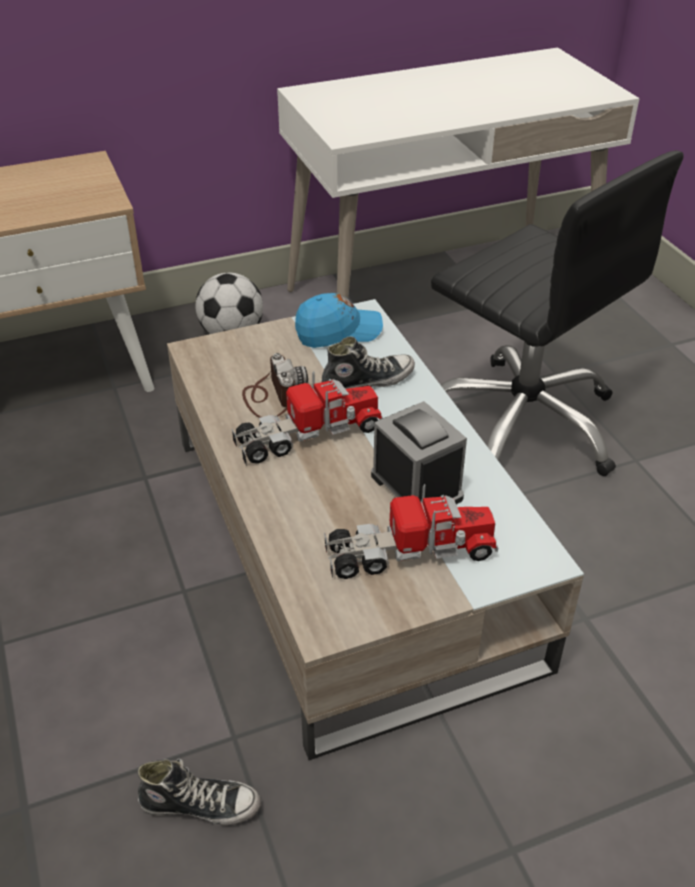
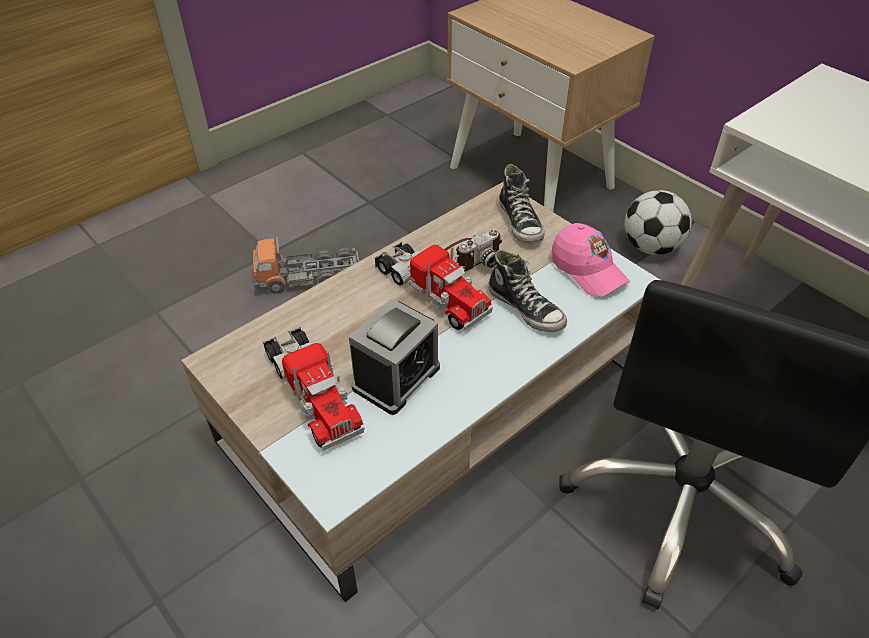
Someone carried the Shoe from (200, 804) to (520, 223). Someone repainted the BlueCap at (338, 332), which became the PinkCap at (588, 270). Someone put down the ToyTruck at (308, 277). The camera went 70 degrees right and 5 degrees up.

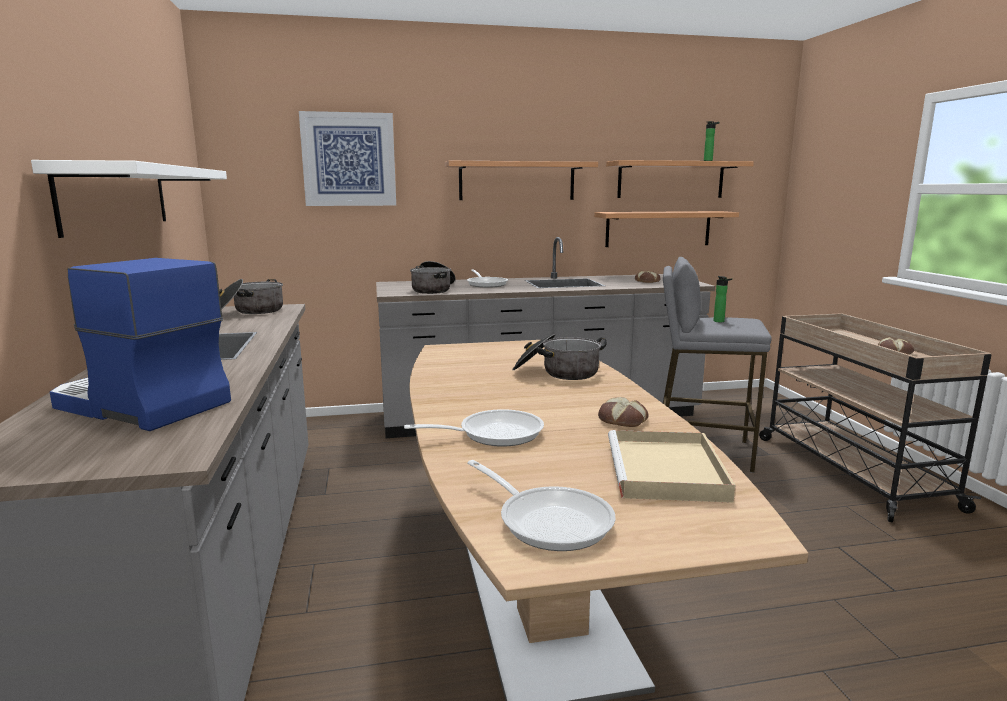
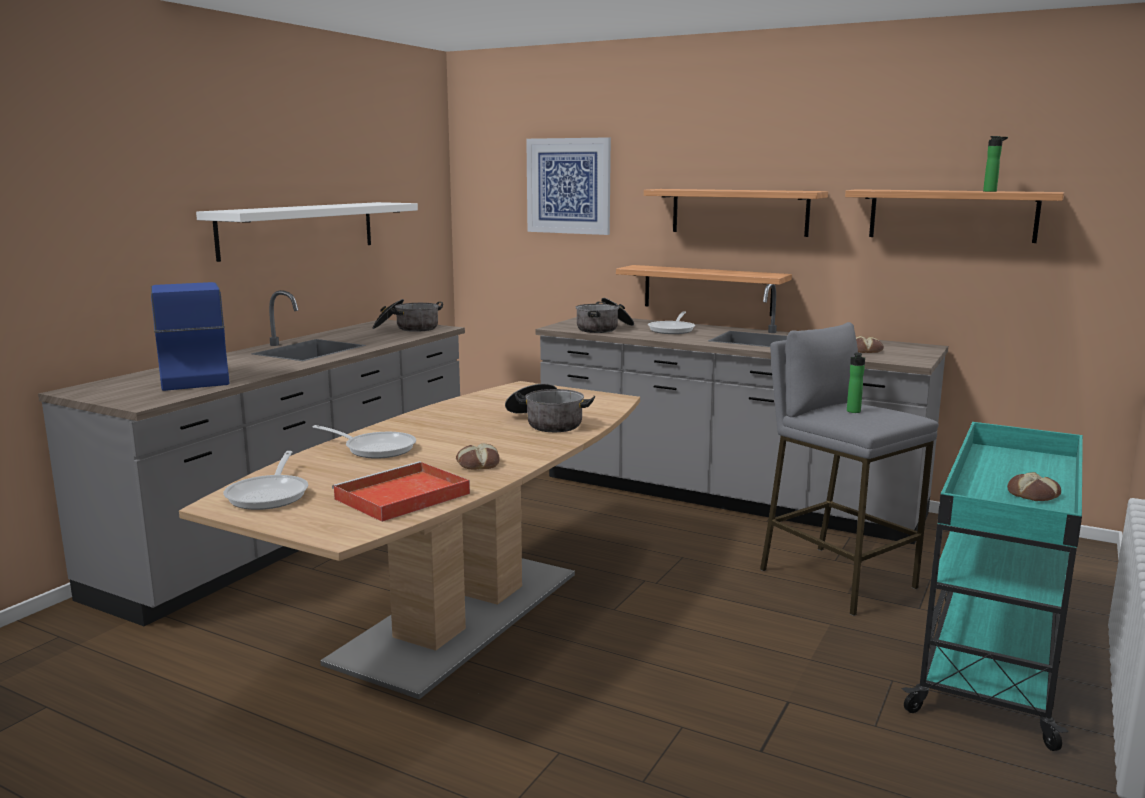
Someone carried the Shelf from (658, 229) to (708, 290). Someone repainted the BeigeTray at (667, 472), which became the RedTray at (400, 497). Someone repainted the BeigeCart at (850, 470), which became the TurquoiseCart at (992, 658). The camera went 40 degrees right and 0 degrees up.

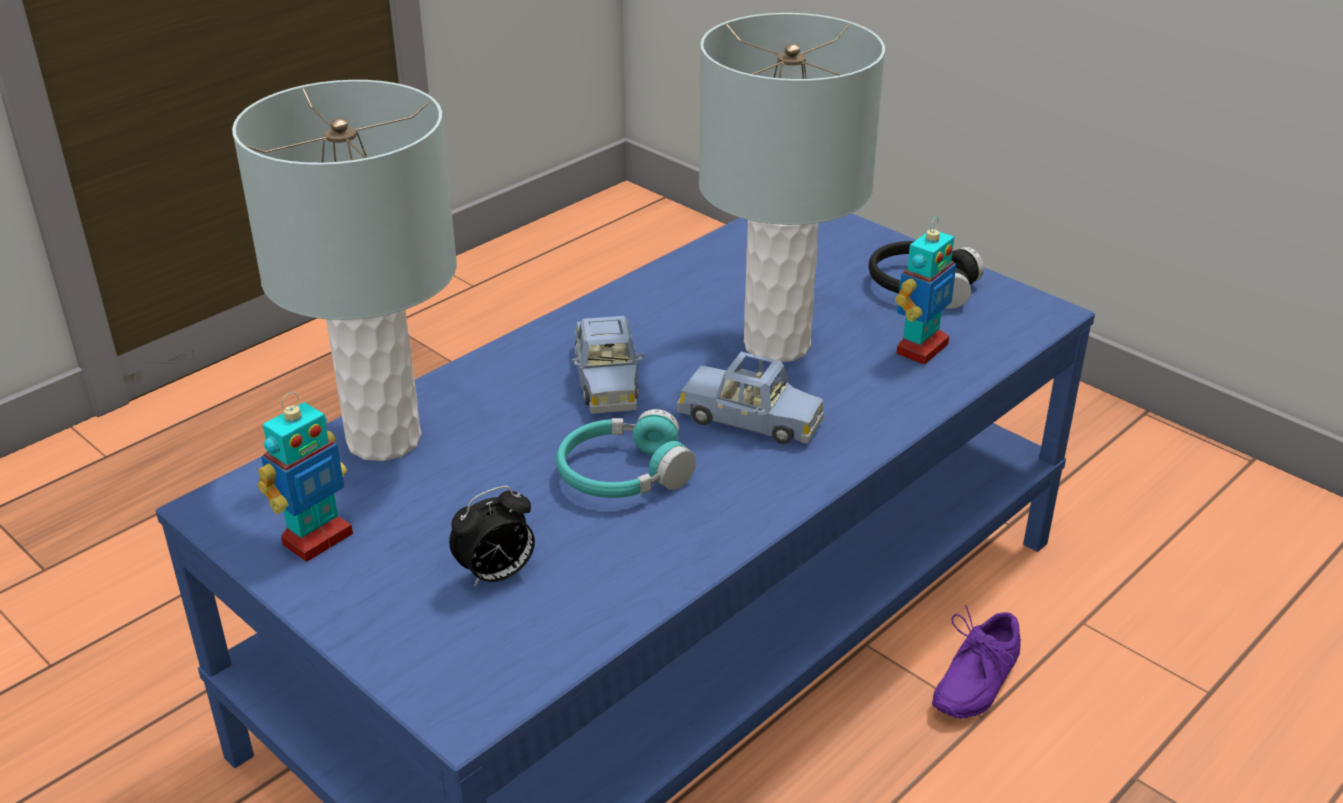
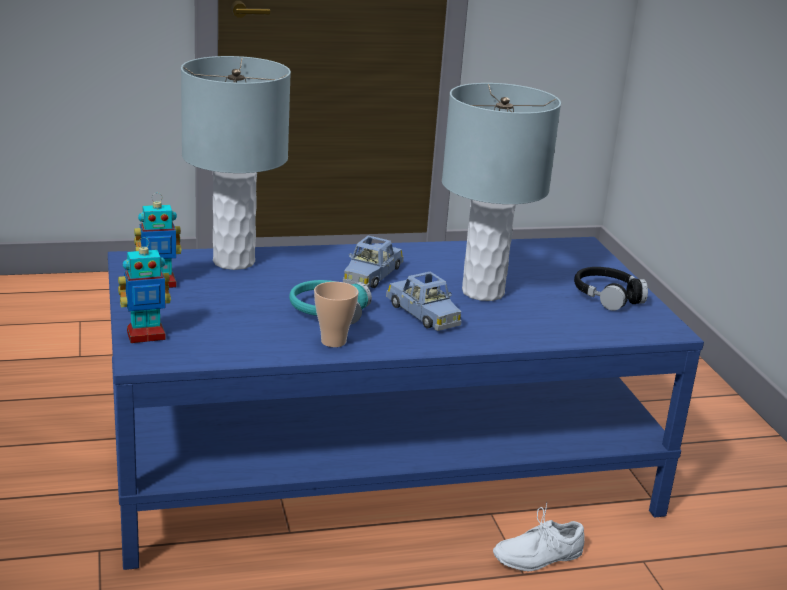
Someone took away the AlarmClock at (496, 575). Someone carried the ToyRobot from (920, 348) to (146, 336). Someone repainted the PurpleShoe at (971, 680), which became the WhiteShoe at (536, 555). Someone put down the Cup at (333, 341). The camera went 30 degrees right and 10 degrees down.

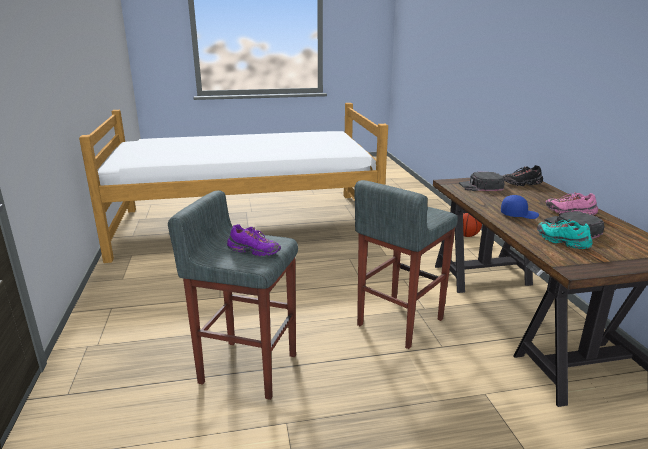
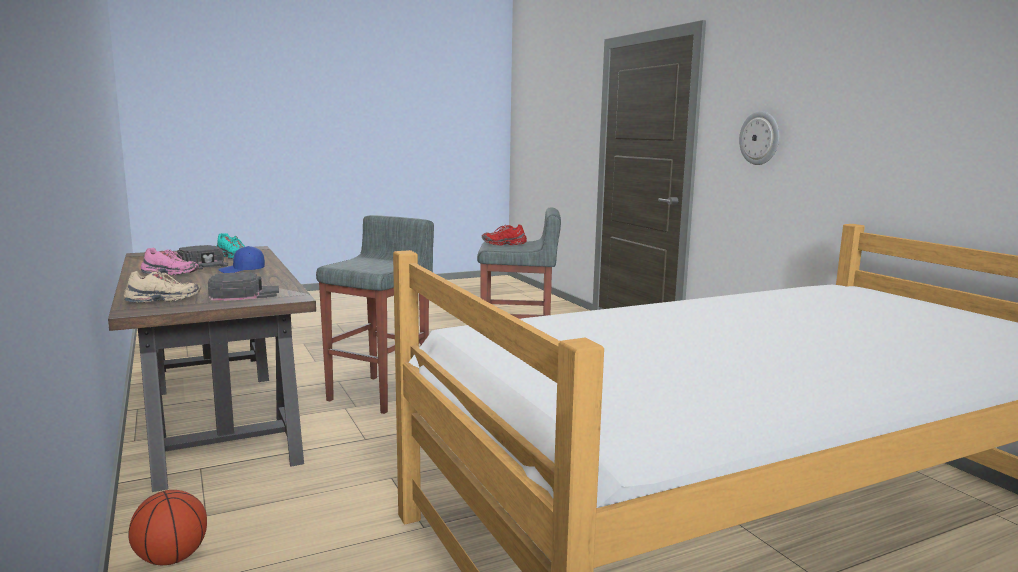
Someone repainted the PurpleShoe at (254, 251), which became the RedShoe at (504, 244). Someone repainted the BlackShoe at (522, 183), which became the BeigeShoe at (163, 300). Someone put up the WallClock at (760, 138). The camera went 165 degrees right and 10 degrees down.

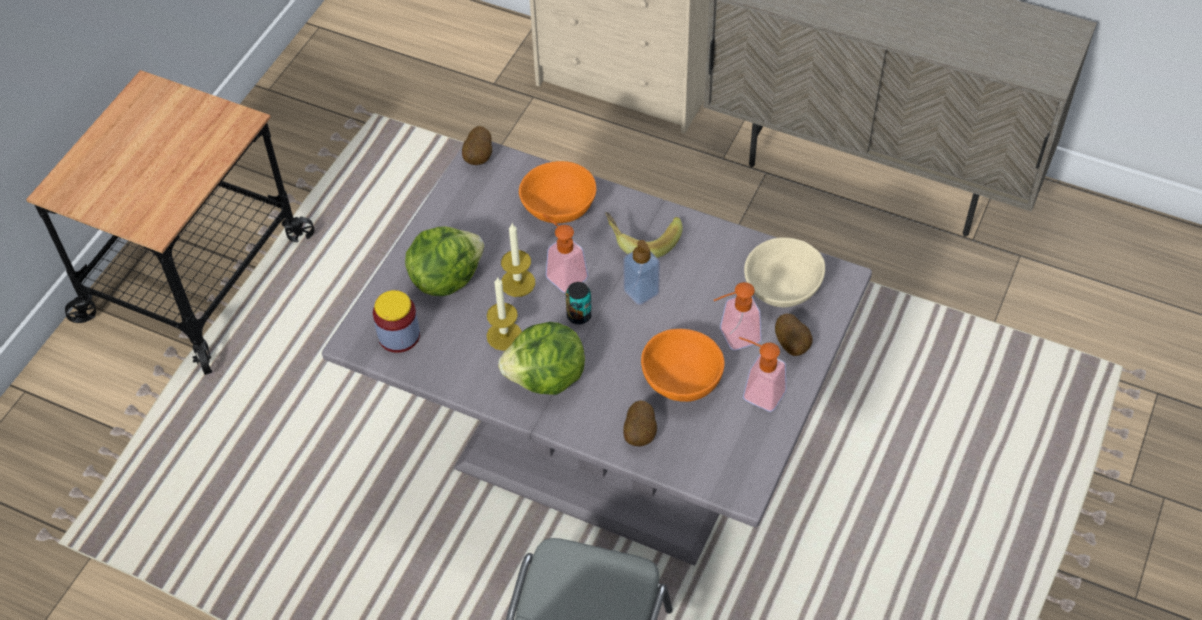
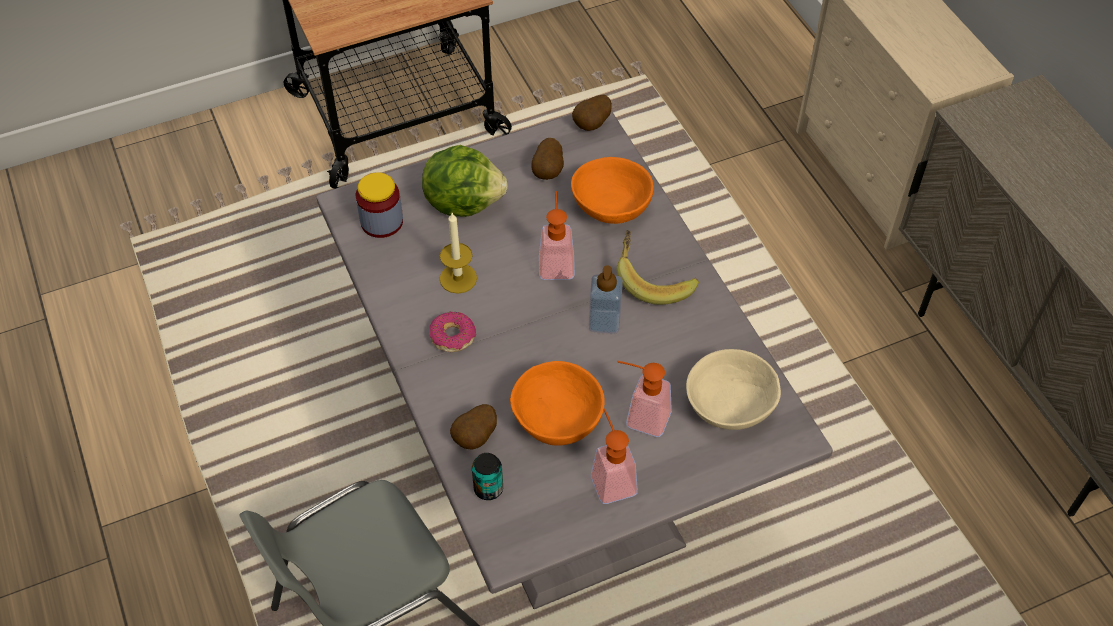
Someone swapped the Lettuce at (546, 379) for the Donut at (452, 336). Someone took away the Candle at (518, 283). Someone carried the Can from (579, 315) to (488, 488). Someone carried the Potato from (793, 345) to (548, 171). The camera went 40 degrees right and 0 degrees up.

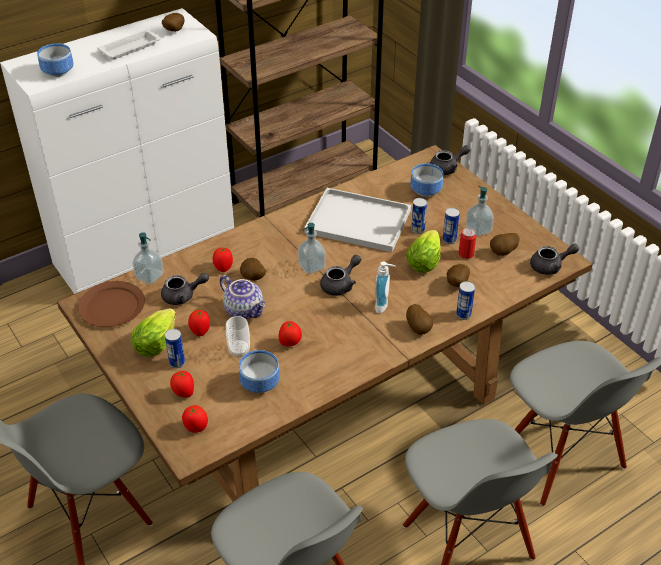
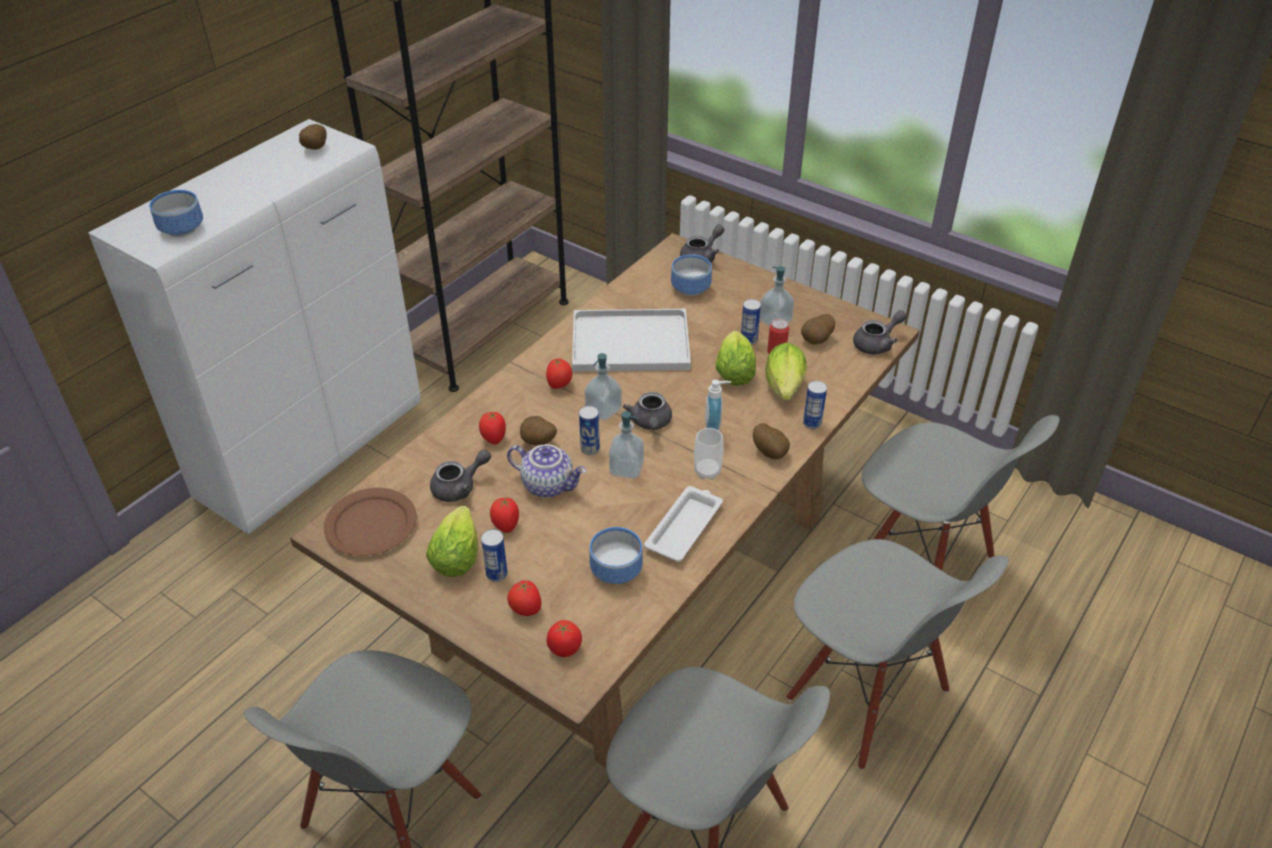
Someone carried the WhiteTray from (131, 48) to (685, 527). Someone carried the SoapDispenser from (149, 276) to (626, 469). Someone carried the Cup from (239, 350) to (707, 471). Someone carried the Tomato from (290, 343) to (559, 385). Someone rotated the GreyTeapot at (340, 285) by 150 degrees clockwise. Someone carried the Can from (417, 230) to (590, 449). Someone swapped the Potato at (456, 284) for the Lettuce at (784, 390). The camera went 20 degrees left and 0 degrees up.

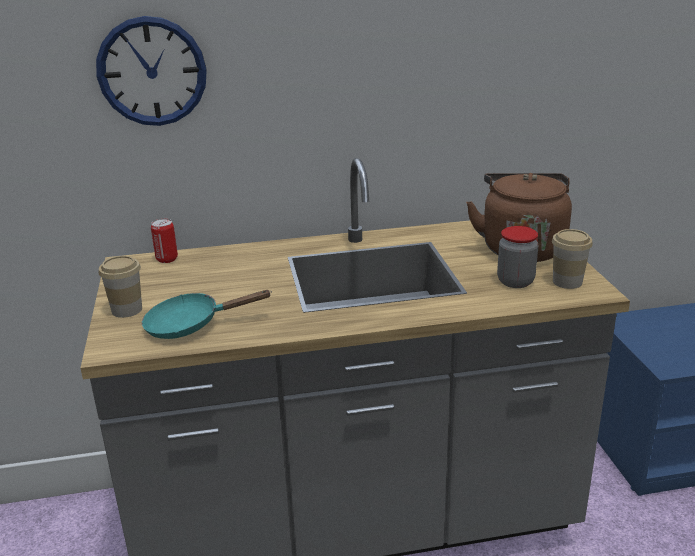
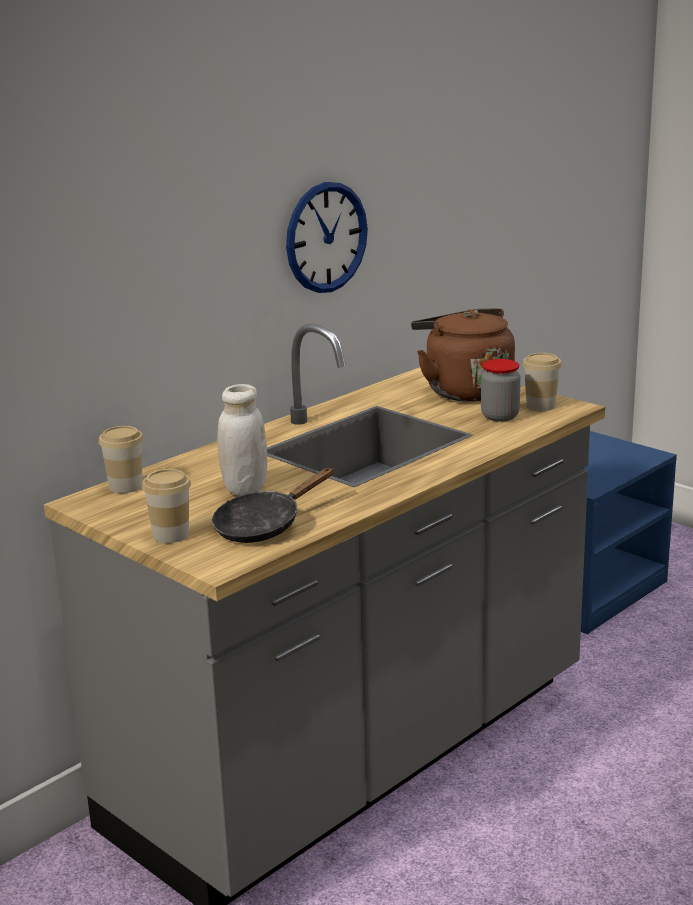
Someone carried the WallClock from (152, 72) to (326, 237). Someone repainted the TurquoiseFryingPan at (191, 325), which became the BlackFryingPan at (264, 526). Someone swapped the Can at (167, 259) for the Cup at (125, 486). Someone put down the WhiteJar at (244, 488). The camera went 35 degrees left and 5 degrees down.

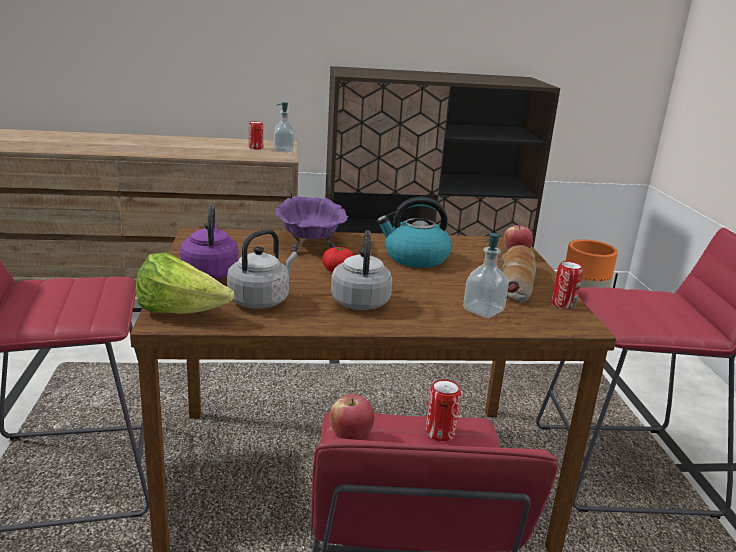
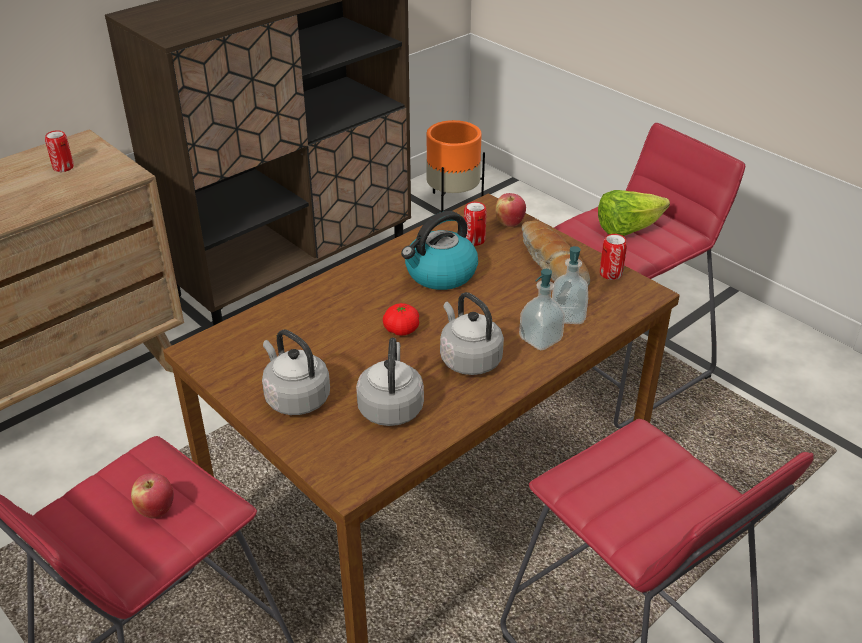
Someone carried the Lettuce from (180, 312) to (627, 229). Someone repainted the PurpleKettle at (210, 272), which became the GreyKettle at (295, 398). Someone carried the SoapDispenser from (284, 150) to (540, 339). Someone took away the PurpleBowl at (309, 243). Someone carried the Apple from (350, 437) to (156, 510). Someone carried the Can from (440, 433) to (474, 240). The camera went 35 degrees left and 15 degrees up.

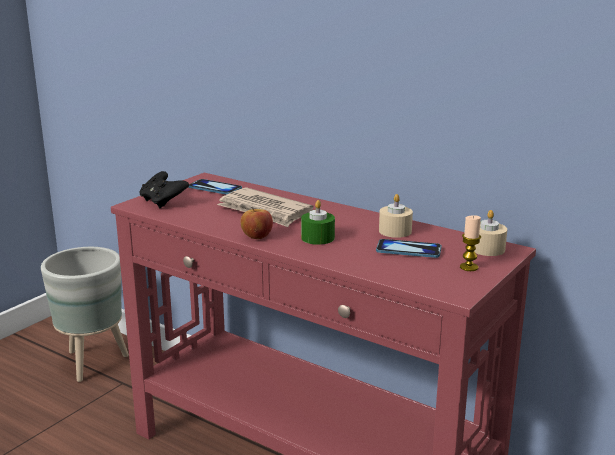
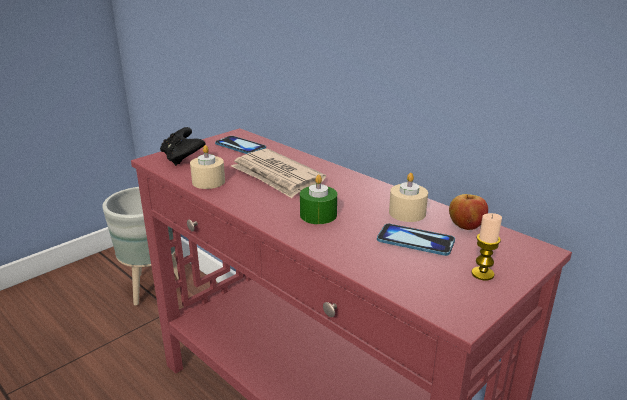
Someone carried the Apple from (257, 236) to (466, 226). Someone carried the BeigeCandle from (487, 249) to (208, 182). The camera went 10 degrees right and 5 degrees up.

